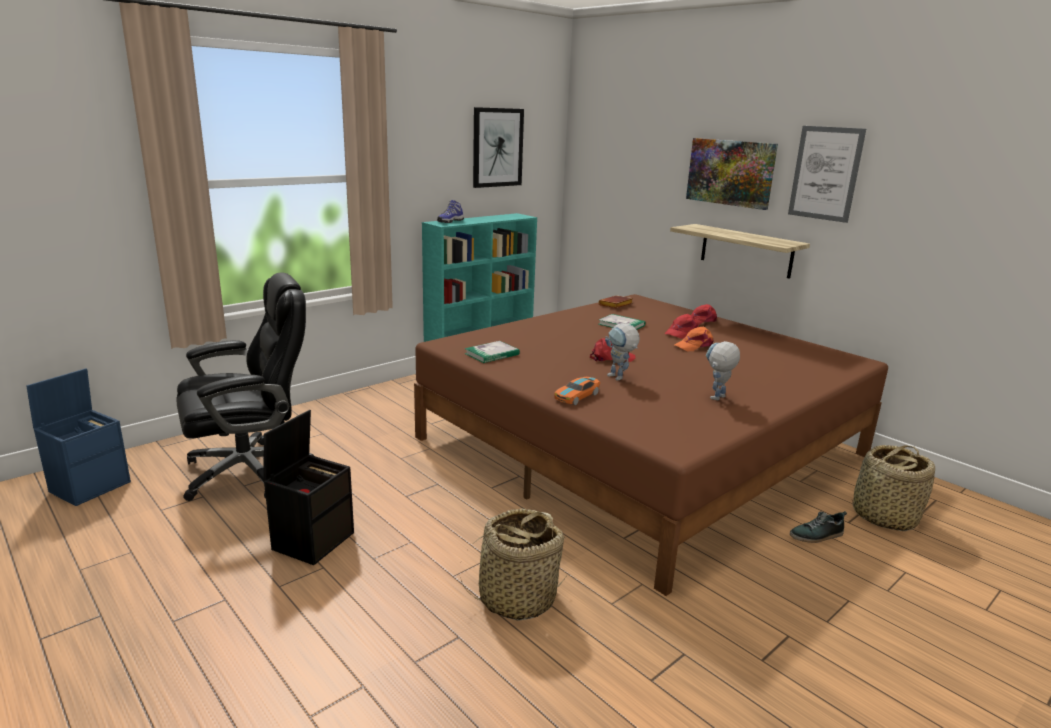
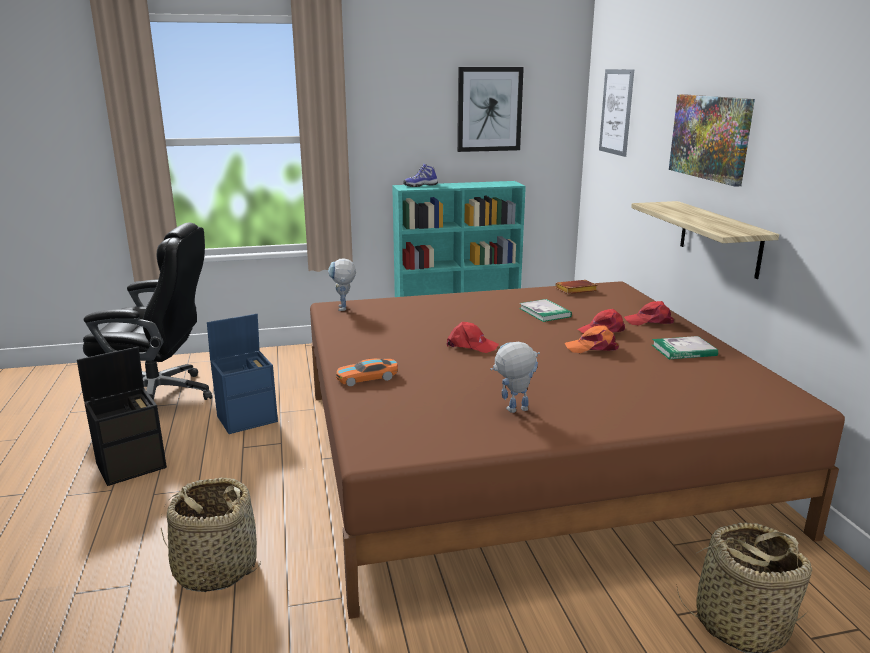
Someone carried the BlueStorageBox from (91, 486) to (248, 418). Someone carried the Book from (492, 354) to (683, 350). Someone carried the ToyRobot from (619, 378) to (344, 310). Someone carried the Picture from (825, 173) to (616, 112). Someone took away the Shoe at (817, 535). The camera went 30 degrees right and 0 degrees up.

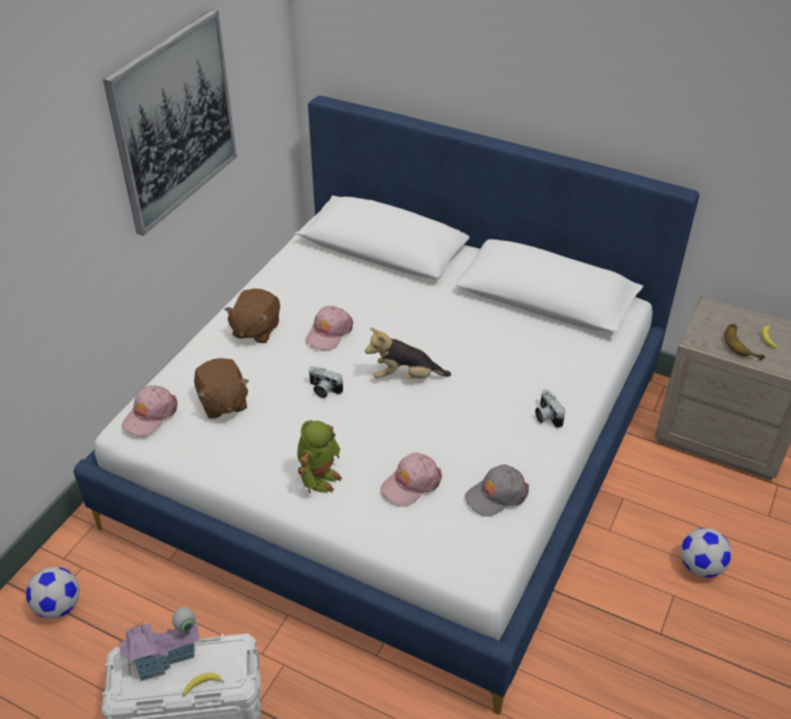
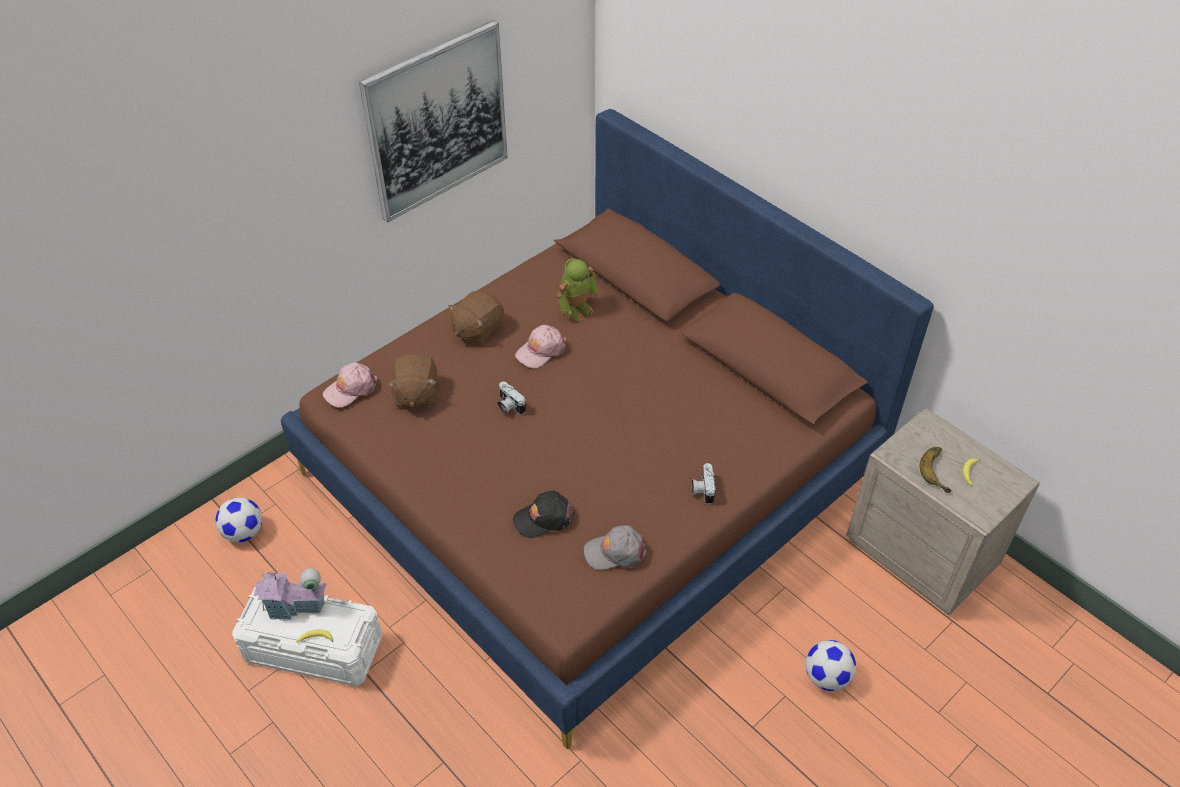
Someone repainted the WhiteBed at (396, 448), which became the BrownBed at (590, 473). Someone carried the ToyRobot from (319, 477) to (577, 309). Someone took away the PlushToy at (405, 377). Someone repainted the PinkCap at (411, 484), which became the BlackCap at (543, 518). The camera went 20 degrees right and 5 degrees up.

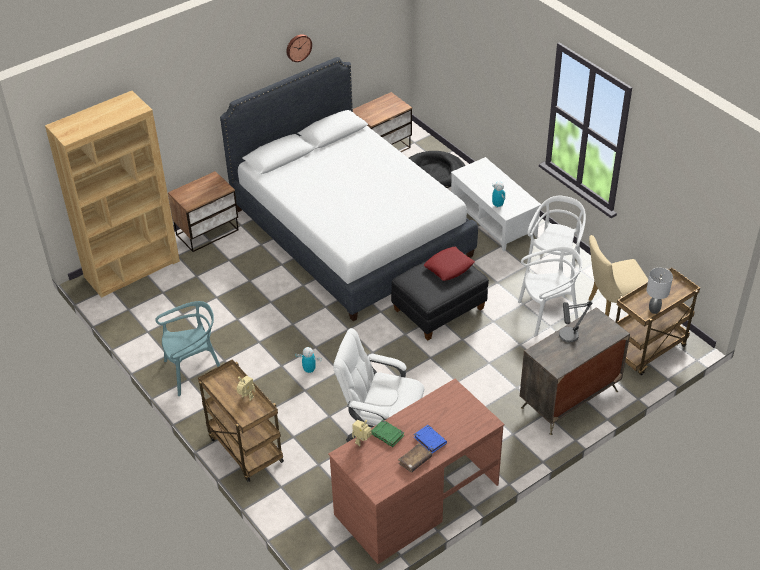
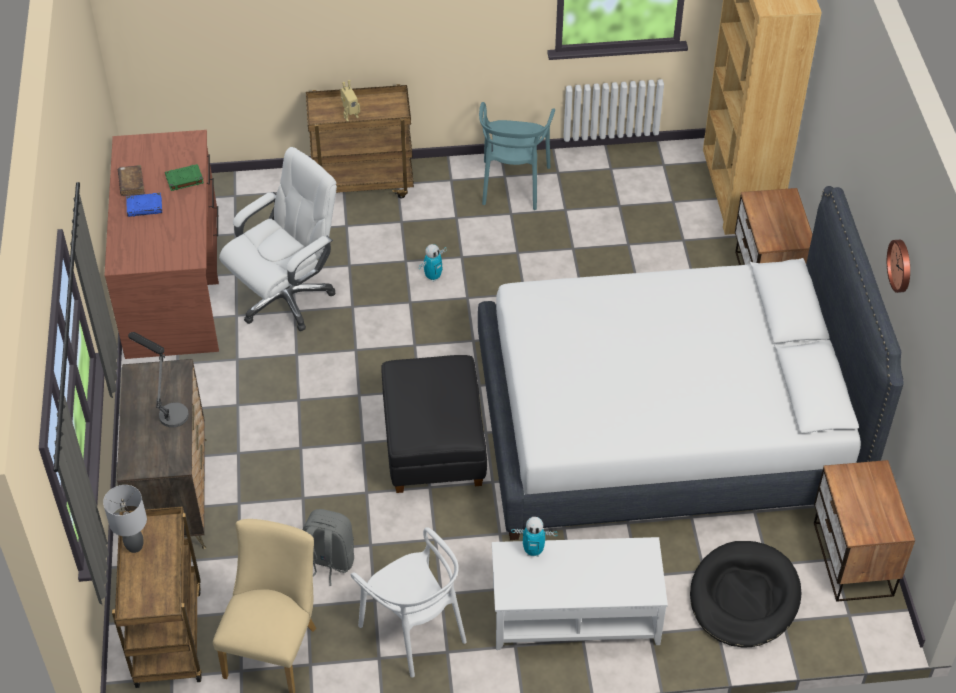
Someone took away the ToyRobot at (362, 442). Someone took away the RedPillow at (449, 267). Someone swapped the WhiteChair at (547, 314) for the GreyBackpack at (328, 561). The camera went 120 degrees right and 5 degrees up.

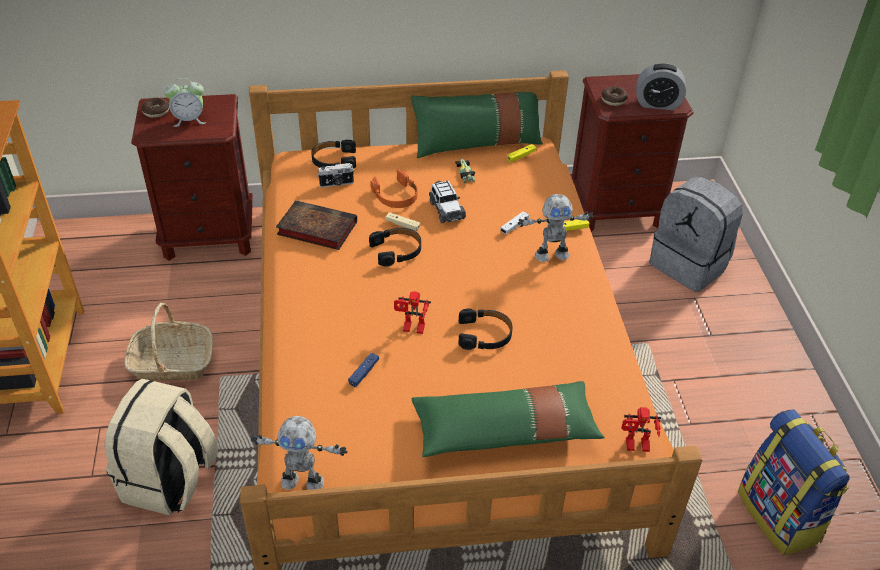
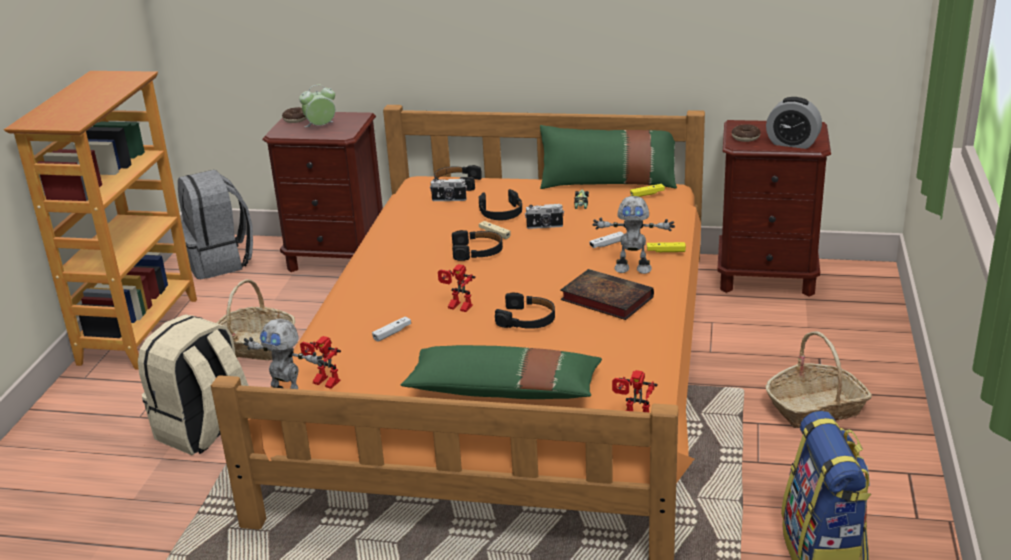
Someone rotated the AlarmClock at (189, 120) by 150 degrees clockwise. Someone carried the Book from (315, 228) to (604, 299). Someone repainted the BlueGameController at (364, 373), which became the WhiteGameController at (392, 333). Someone repainted the OrangeHeadphones at (396, 196), which became the BlackHeadphones at (501, 212). Someone swapped the ToyCar at (446, 210) for the PhotoCamera at (545, 226). Someone carried the GreyBackpack from (690, 265) to (220, 262). Someone put down the ToyRobot at (323, 383). Someone put down the Basket at (816, 408). The camera went 20 degrees right and 15 degrees down.

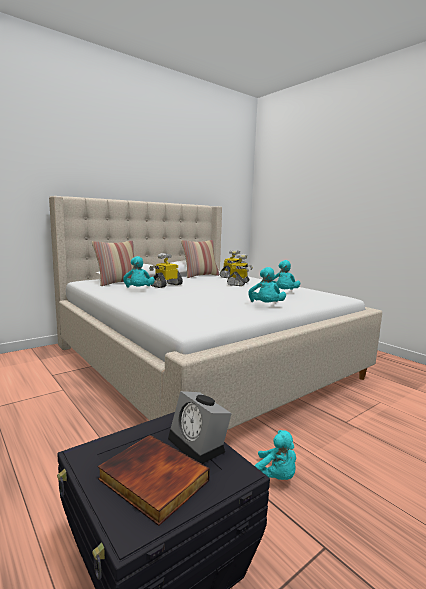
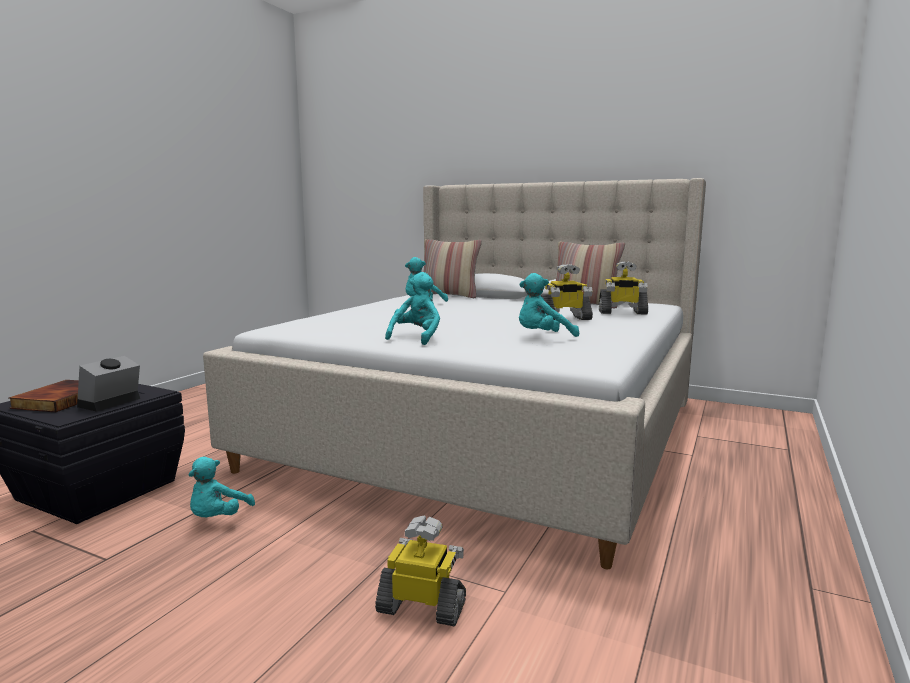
Someone carried the ToyRobot from (166, 285) to (423, 607). Someone rotated the TurquoisePlushToy at (266, 306) by 135 degrees clockwise. The camera went 65 degrees right and 0 degrees up.

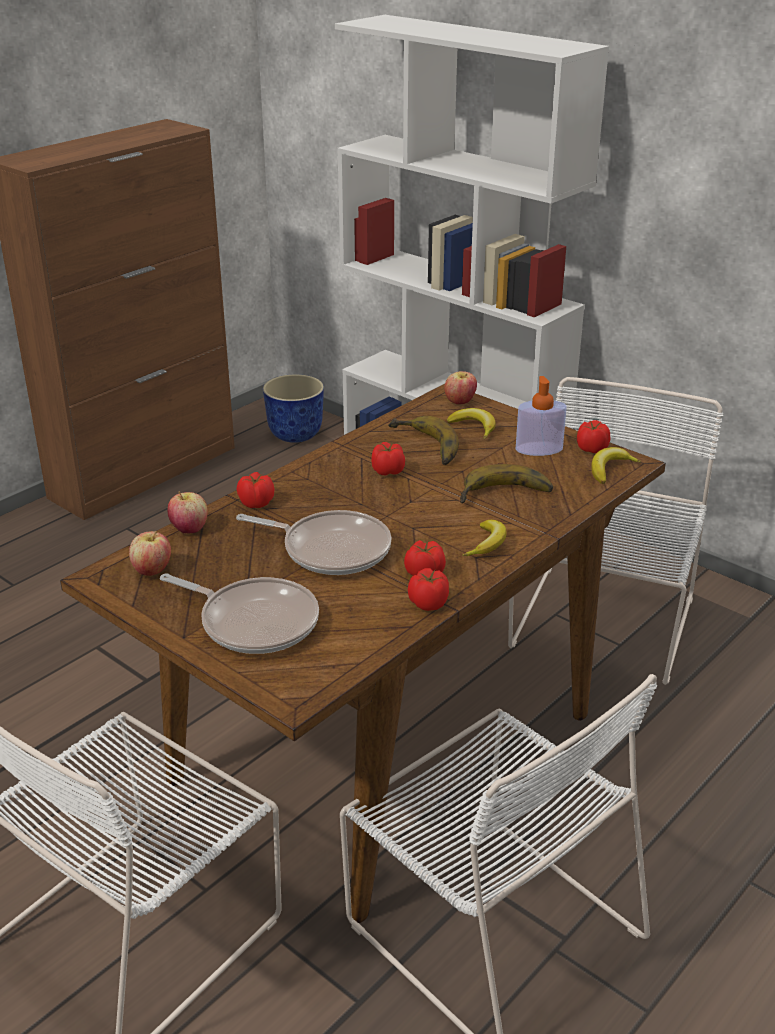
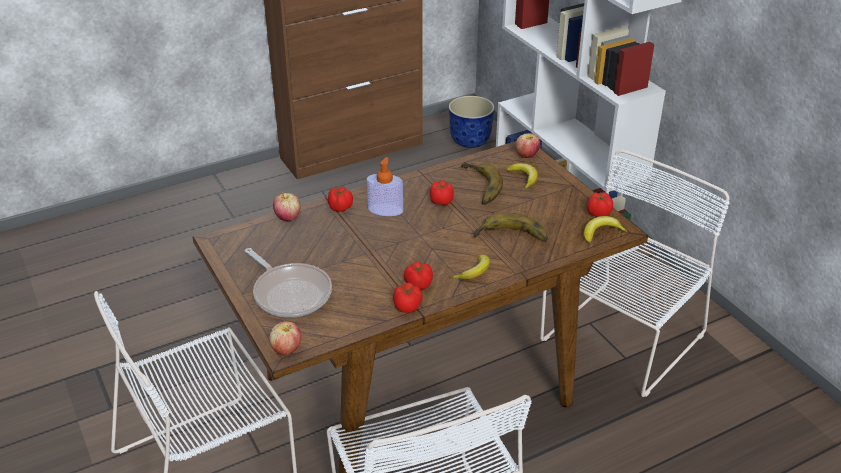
Someone carried the Apple from (152, 570) to (286, 350). Someone took away the FryingPan at (330, 549). Someone carried the SoapDispenser from (539, 449) to (385, 210). The camera went 20 degrees right and 5 degrees up.

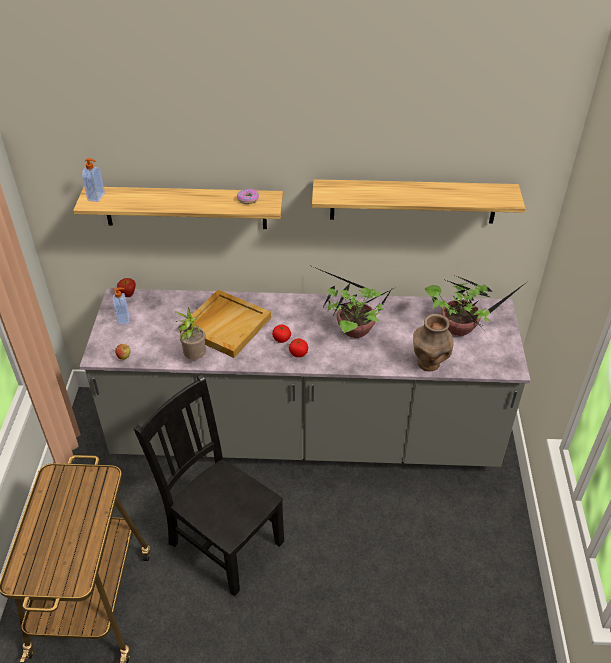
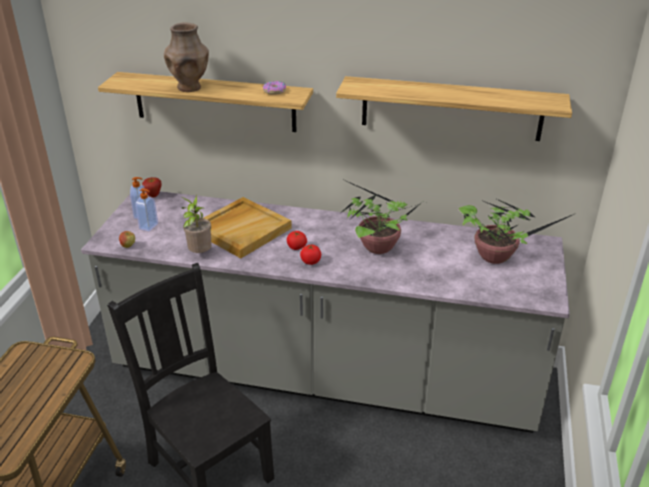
Someone carried the SoapDispenser from (97, 197) to (149, 226). Someone carried the BrownVase from (429, 364) to (189, 88). The camera went 10 degrees right and 10 degrees down.

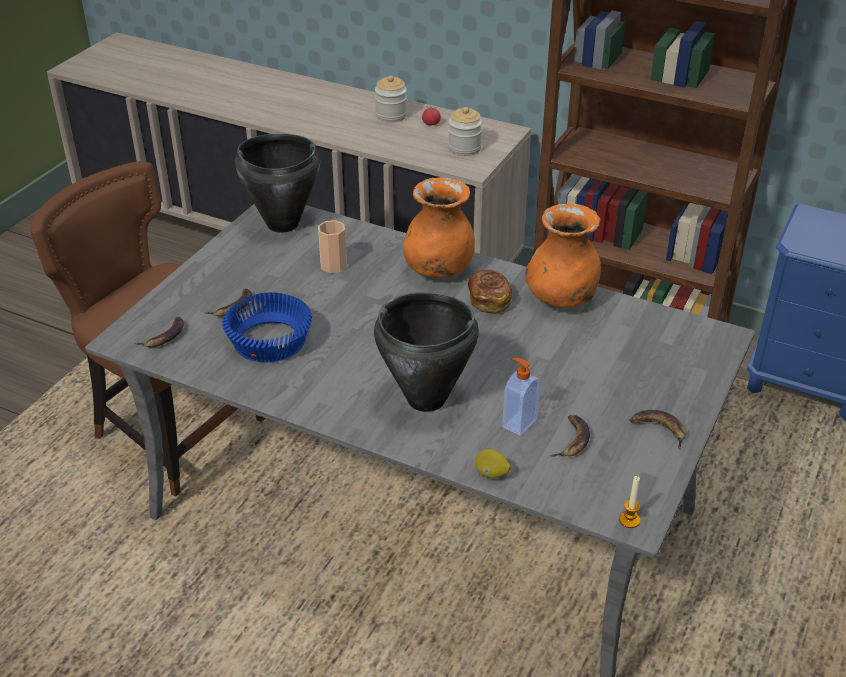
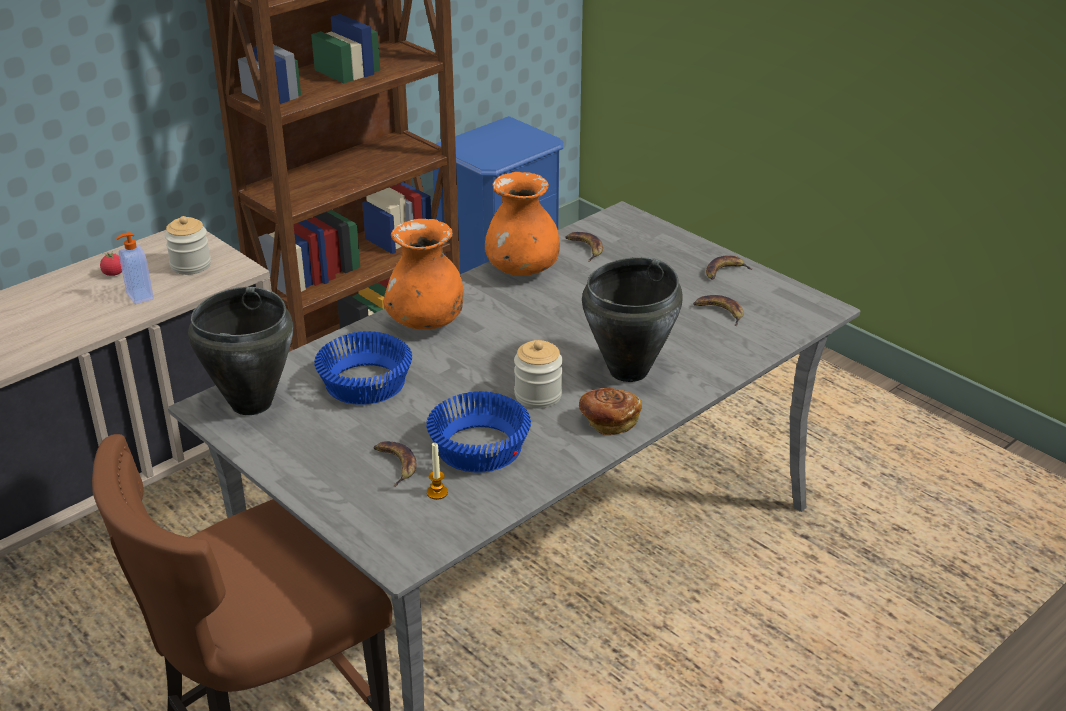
Someone carried the Banana from (164, 336) to (585, 248). Someone swapped the Cup at (333, 265) for the BlueBowl at (367, 383). Someone carried the Jar from (391, 115) to (538, 395). Someone carried the Bread from (489, 300) to (608, 421). Someone took away the Lemon at (491, 474). Someone carried the SoapDispenser from (518, 423) to (139, 296). Someone carried the Candle from (629, 520) to (437, 493). The camera went 70 degrees left and 5 degrees down.

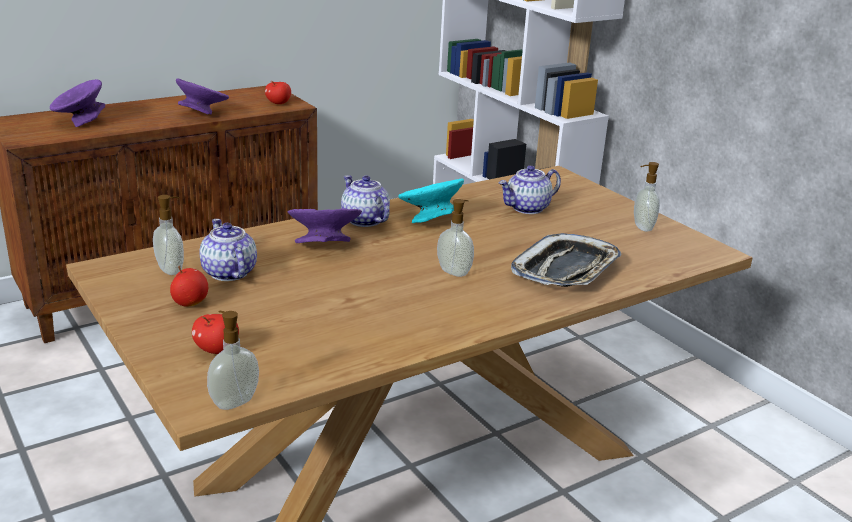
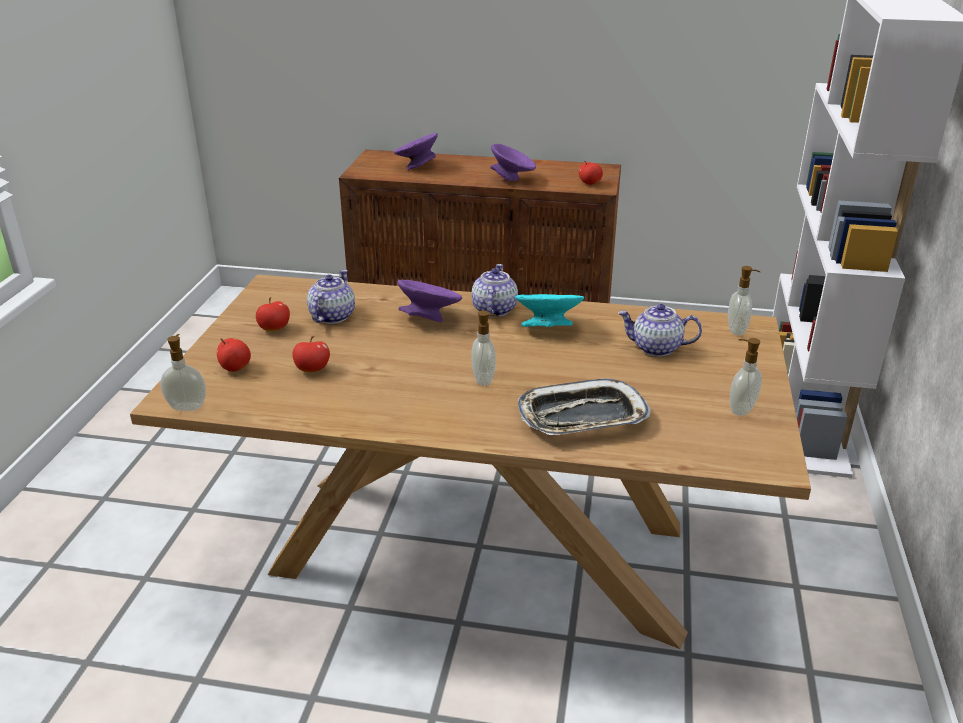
Someone carried the SoapDispenser from (171, 270) to (737, 330). Someone put down the Apple at (312, 370). The camera went 45 degrees right and 5 degrees up.

